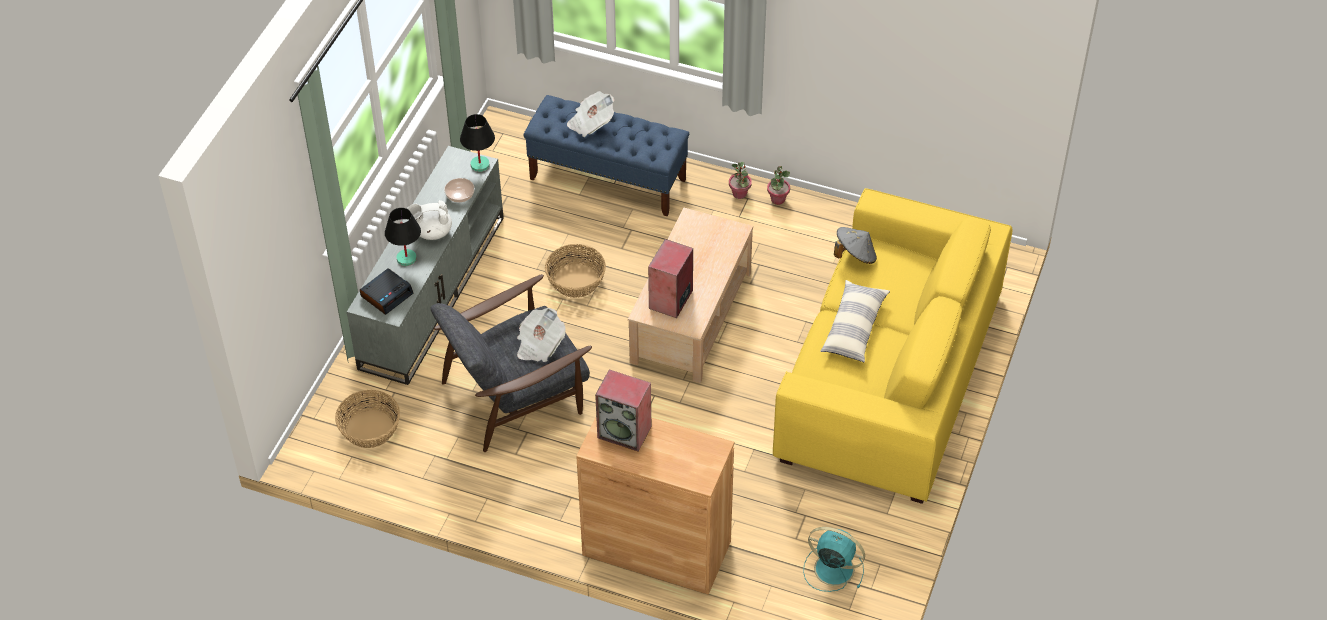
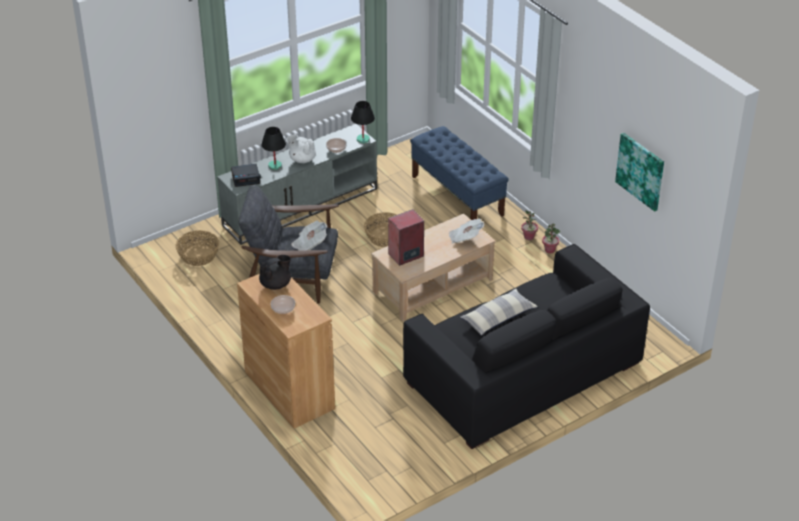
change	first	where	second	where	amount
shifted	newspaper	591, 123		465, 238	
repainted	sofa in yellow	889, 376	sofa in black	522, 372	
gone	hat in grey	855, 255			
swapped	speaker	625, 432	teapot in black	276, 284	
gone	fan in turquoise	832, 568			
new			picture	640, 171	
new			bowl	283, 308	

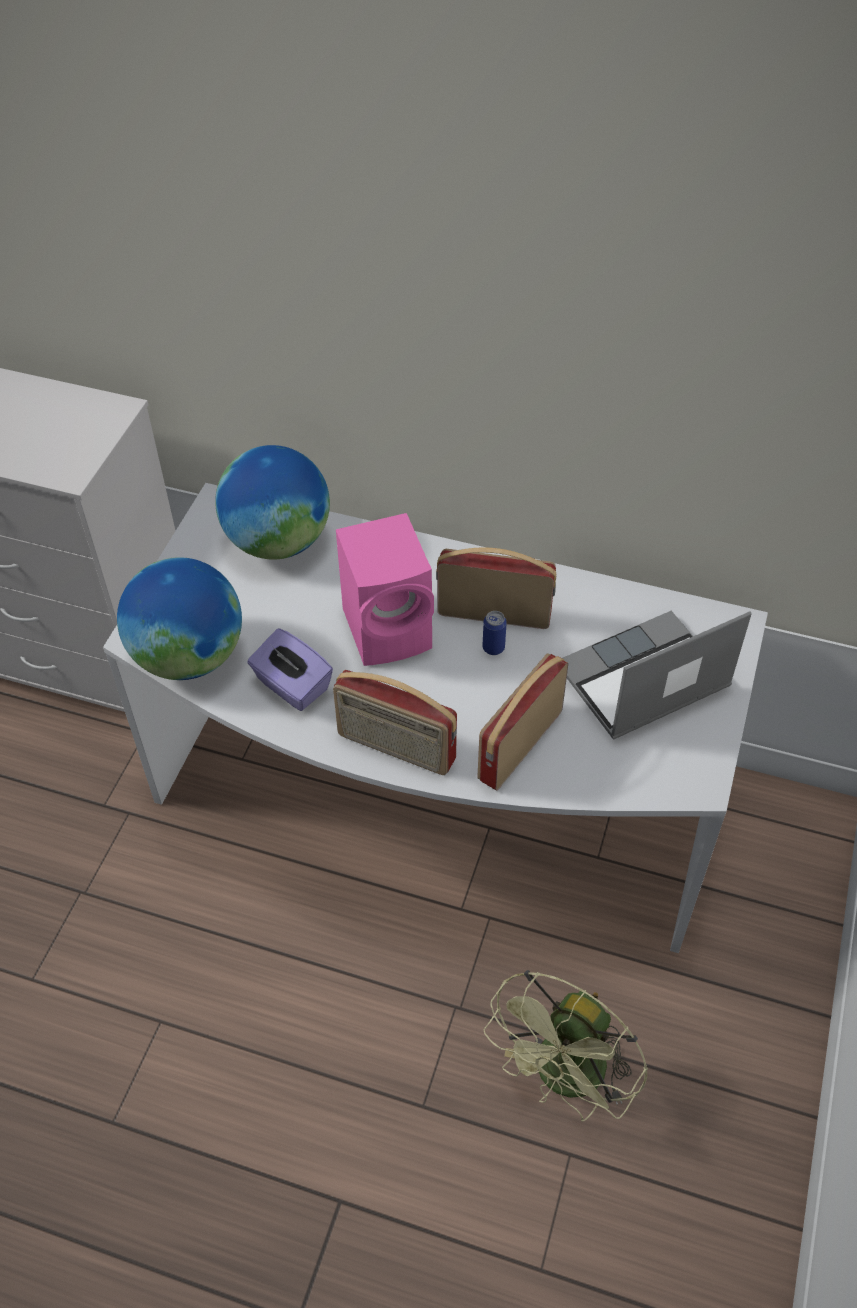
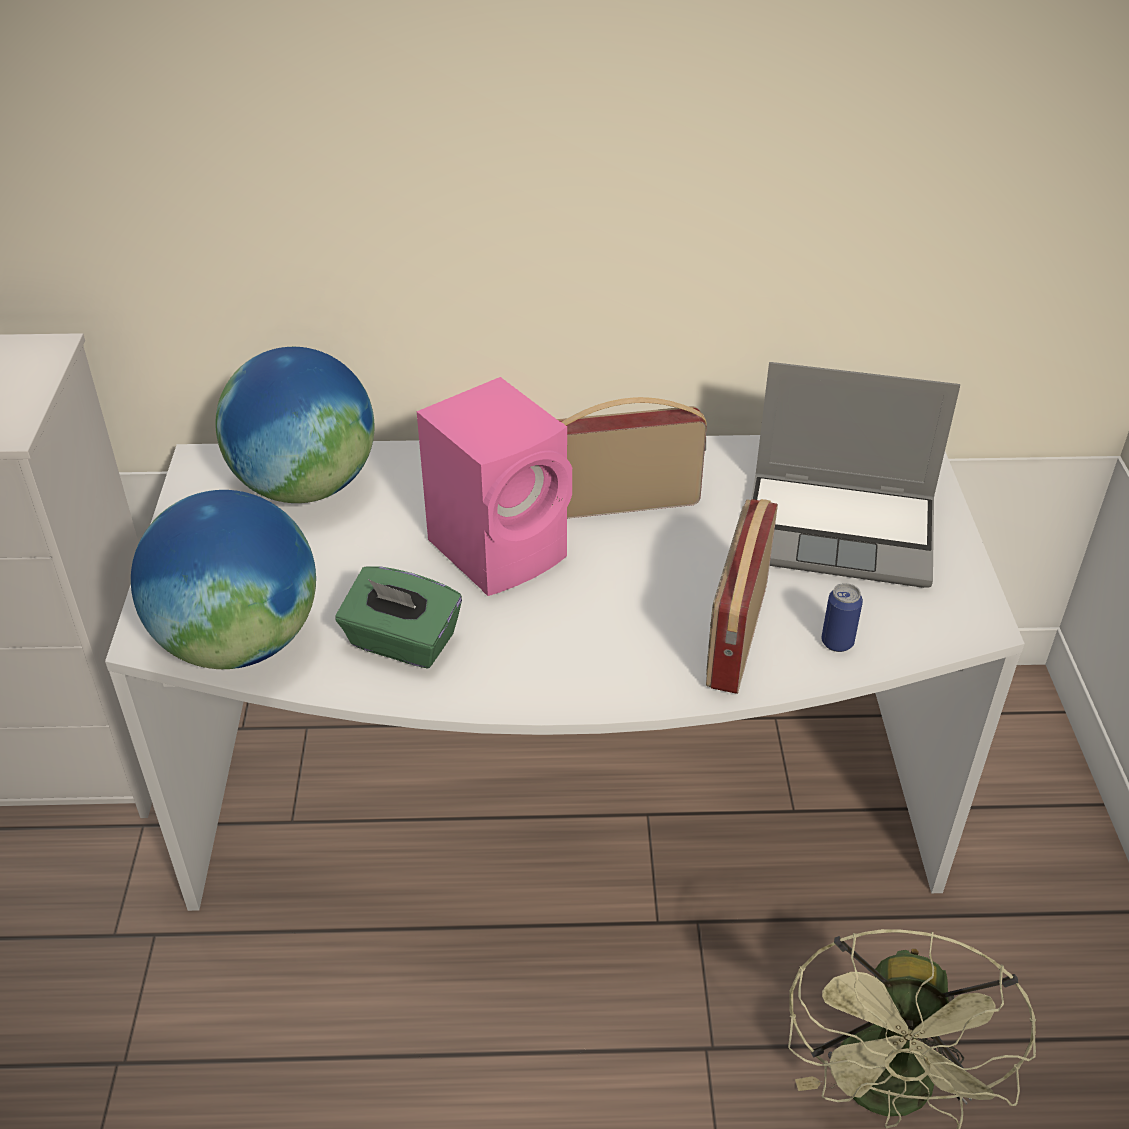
change	first	where	second	where	amount
shifted	can	493, 648		837, 642	
rotated	laptop	642, 680		841, 531	120 degrees counterclockwise
repainted	tissue box in purple	292, 686	tissue box in green	401, 642	
gone	radio	395, 748			

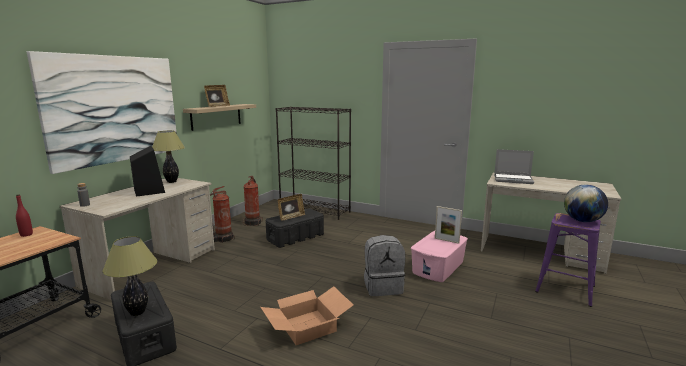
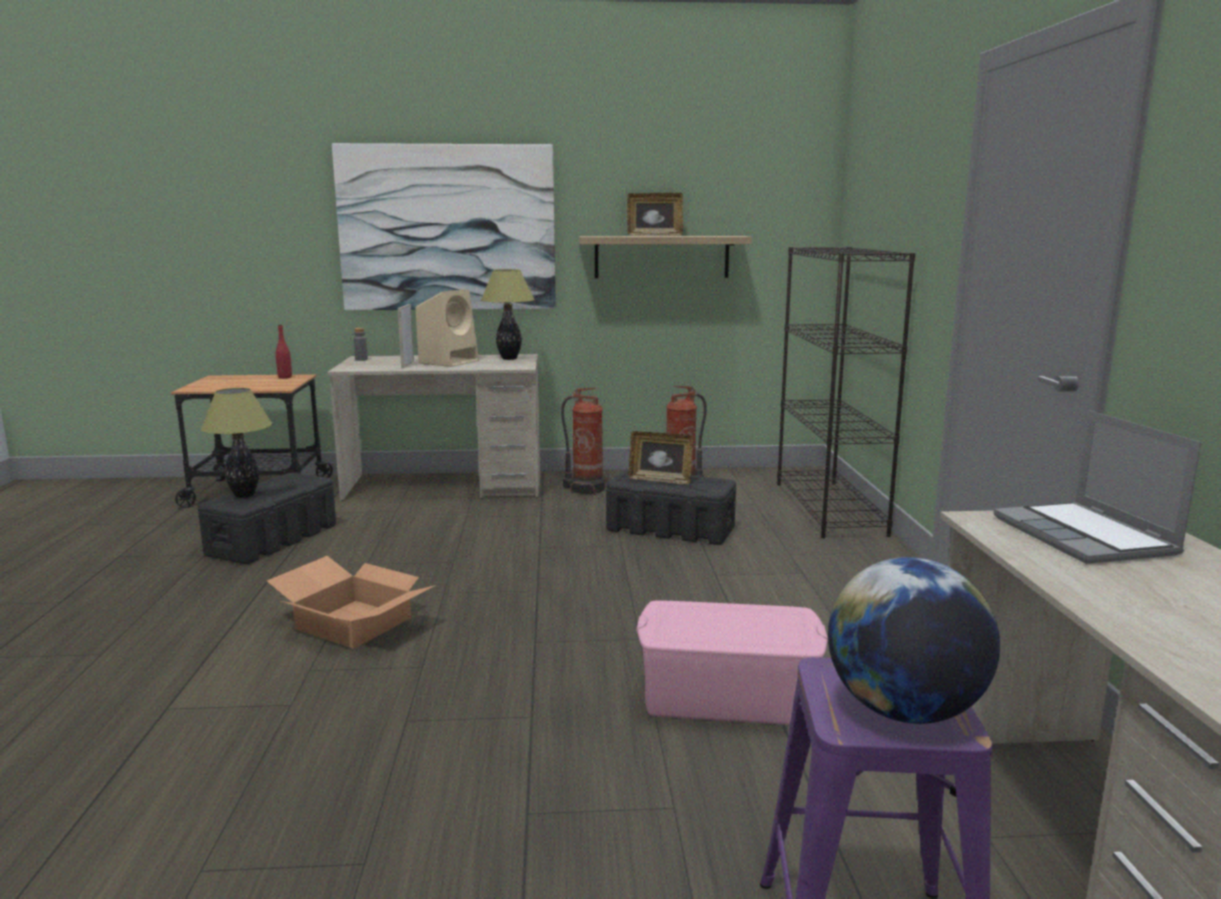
change	first	where	second	where	amount
repainted	speaker in black	149, 191	speaker in beige	449, 362	
shifted	picture frame	446, 240		407, 364	
gone	backpack in grey	383, 287			

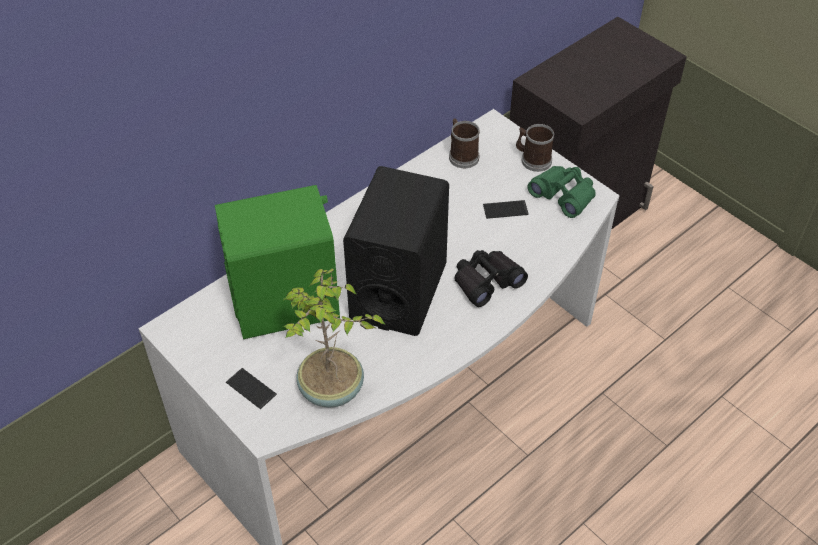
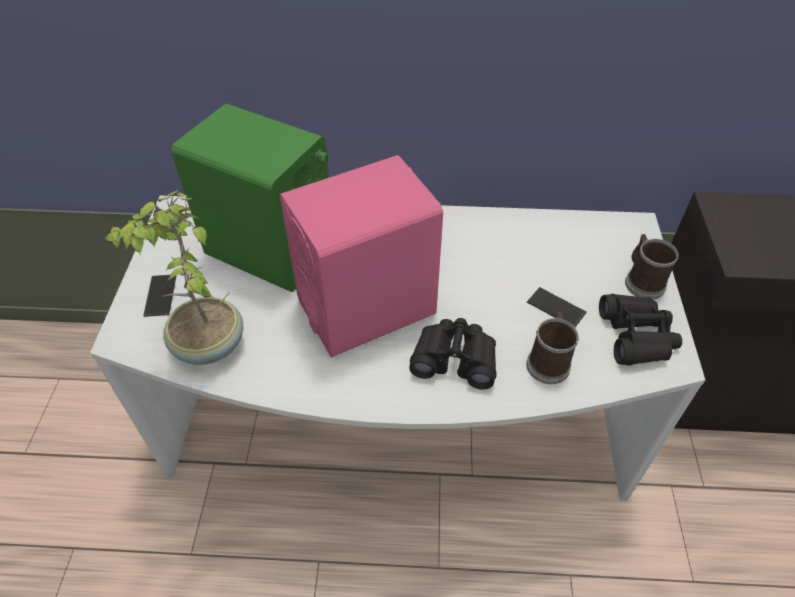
change	first	where	second	where	amount
shifted	mug	462, 155		548, 361	
repainted	speaker in black	398, 291	speaker in pink	367, 307	
repainted	binoculars in green	563, 195	binoculars in black	636, 336	

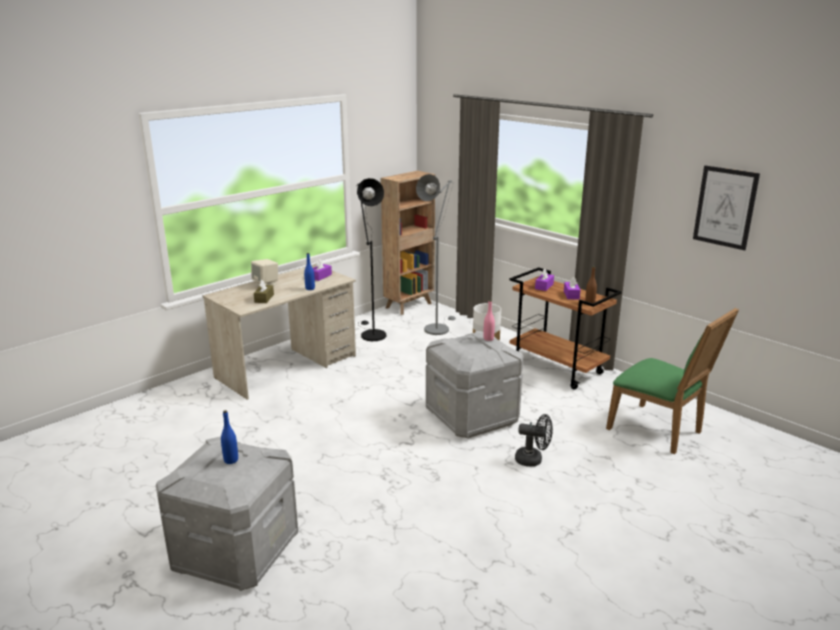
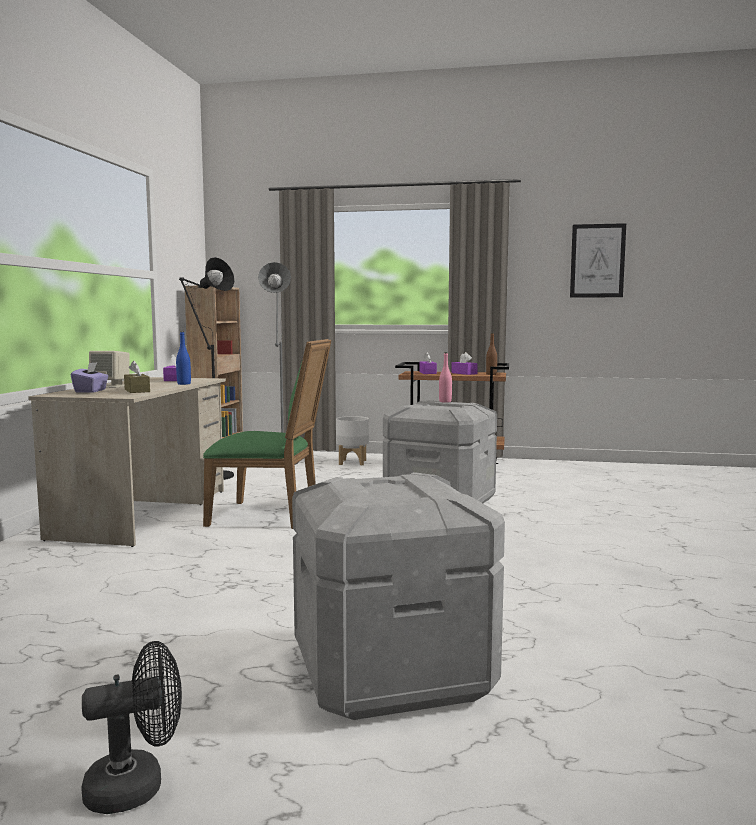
change	first	where	second	where	amount
shifted	chair in green	660, 431		270, 516	
gone	bottle in blue	231, 460			
shifted	fan in black	533, 460		137, 786	
new			tissue box in purple	91, 391	

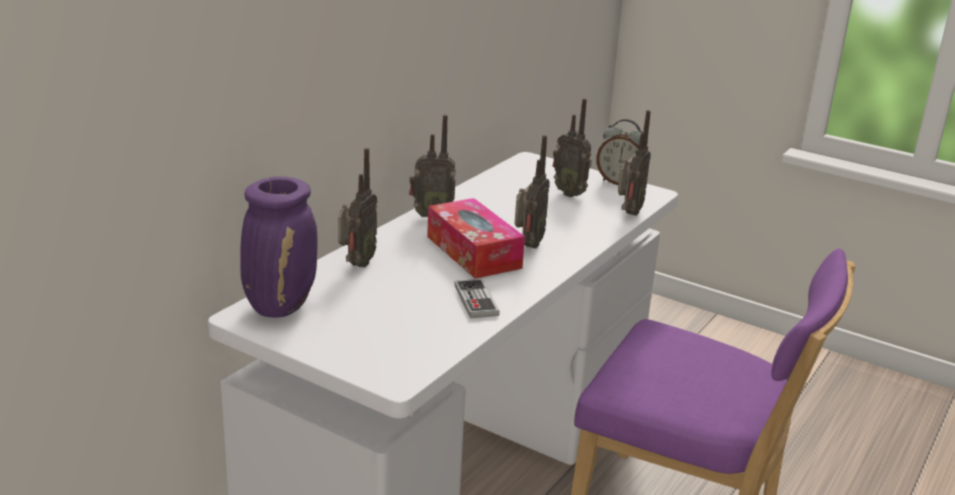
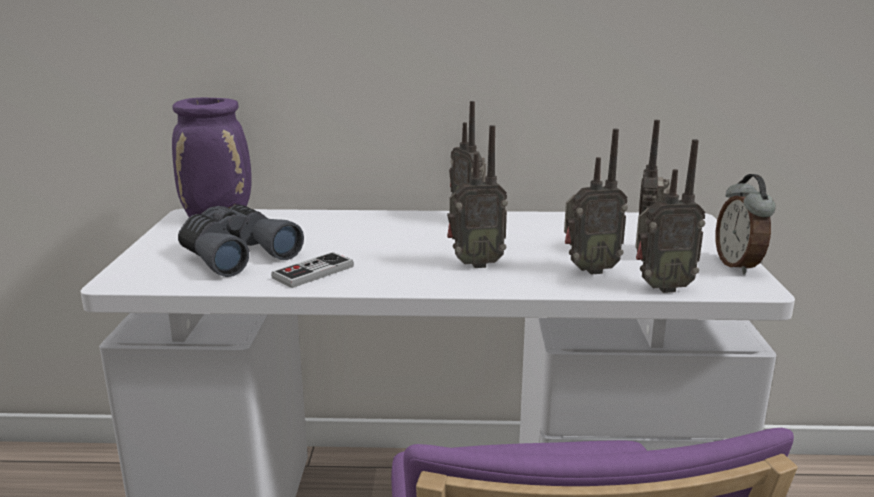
change	first	where	second	where	amount
shifted	radio	356, 264		588, 270	
gone	tissue box	473, 252			
new			binoculars in grey	236, 254	

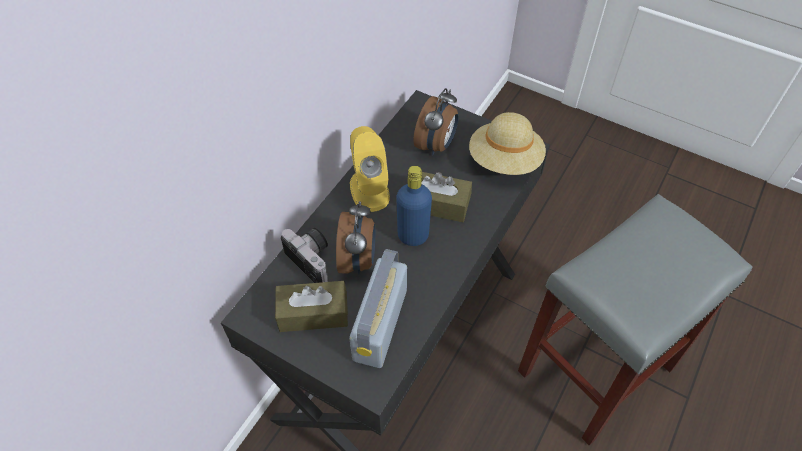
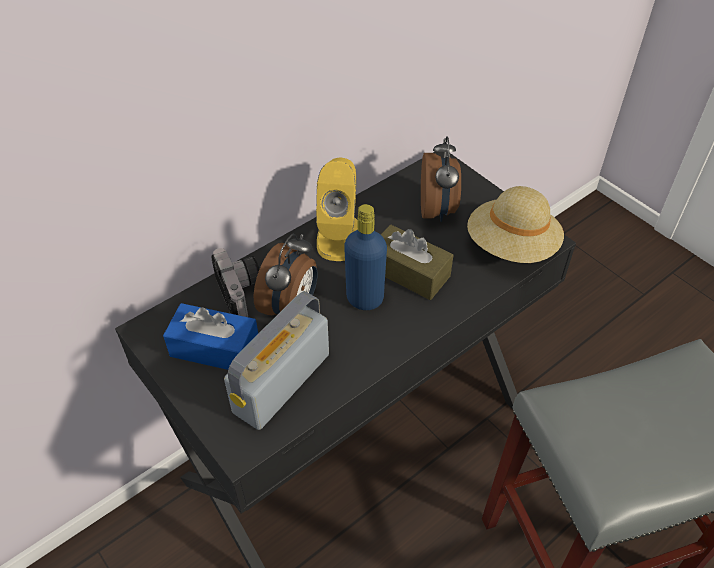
change	first	where	second	where	amount
rotated	alarm clock	436, 145		438, 210	45 degrees counterclockwise
repainted	tissue box in brown	313, 313	tissue box in blue	215, 348	

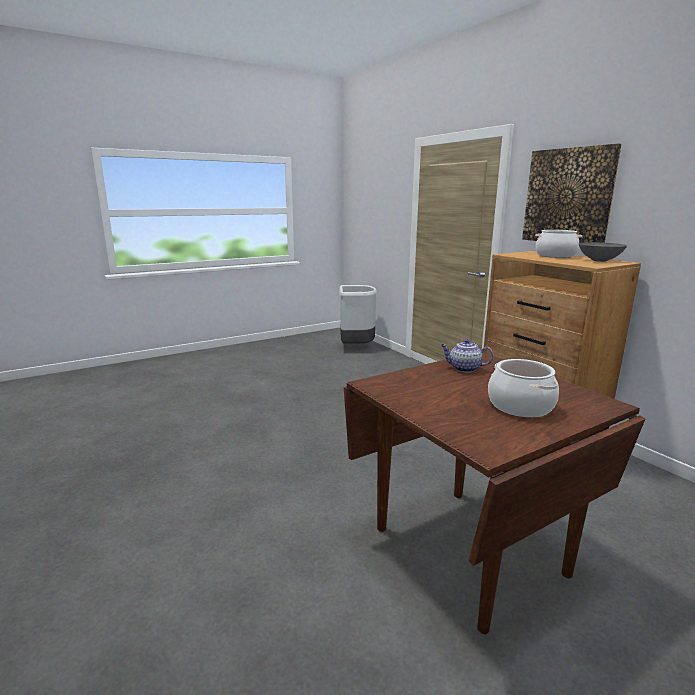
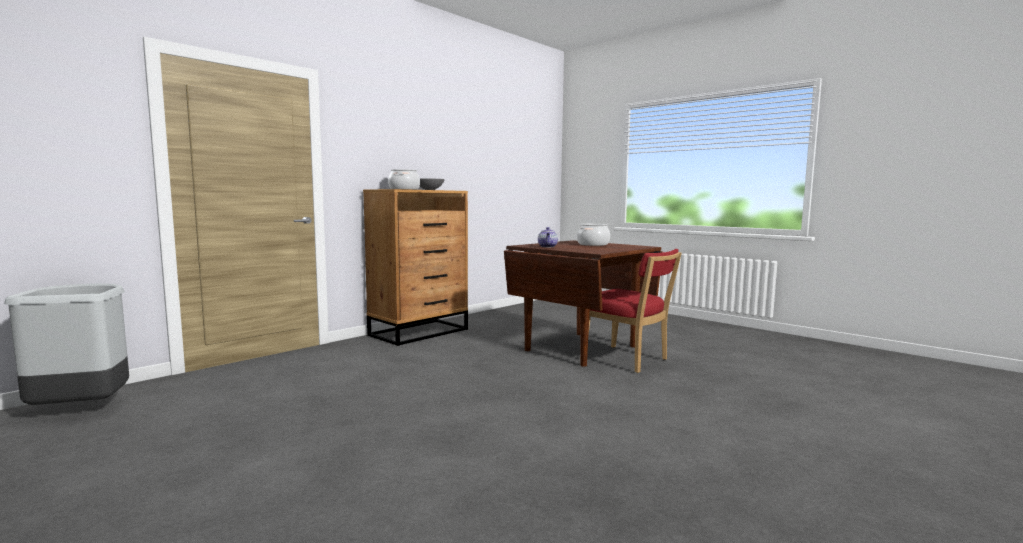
change	first	where	second	where	amount
gone	picture	568, 196			
new			chair in red	628, 360	

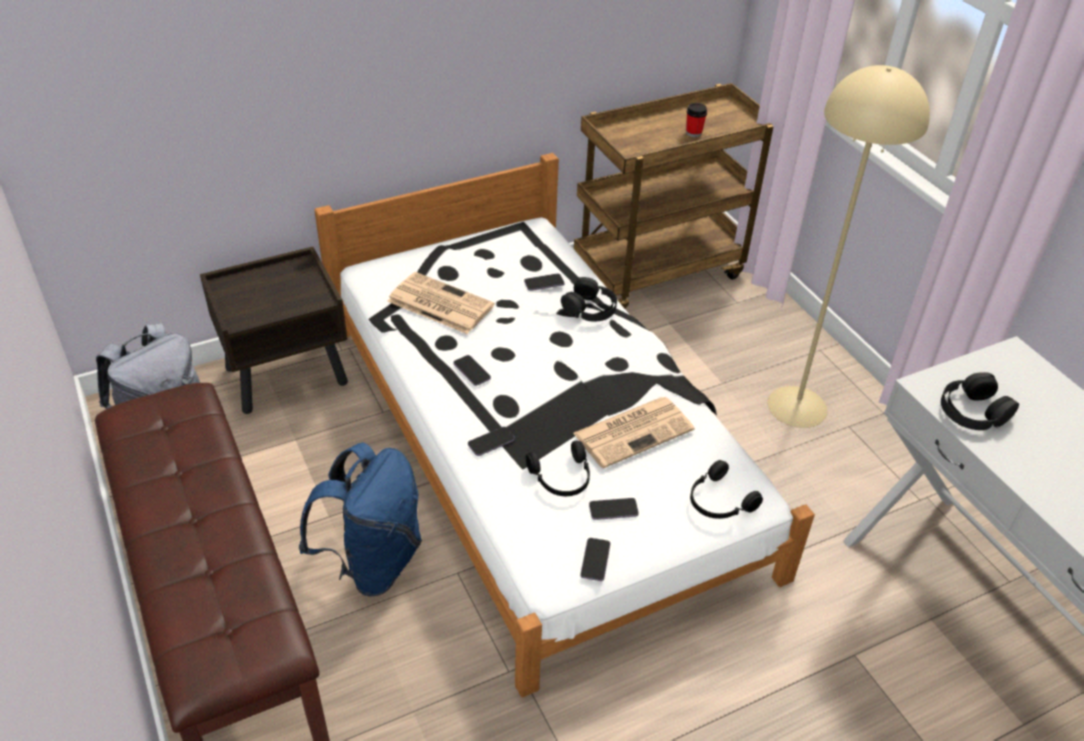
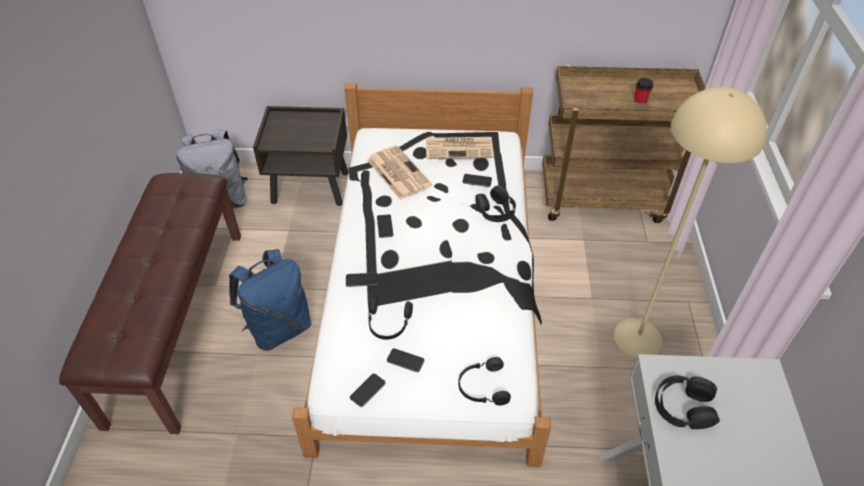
change	first	where	second	where	amount
shifted	newspaper	634, 431		460, 148	

